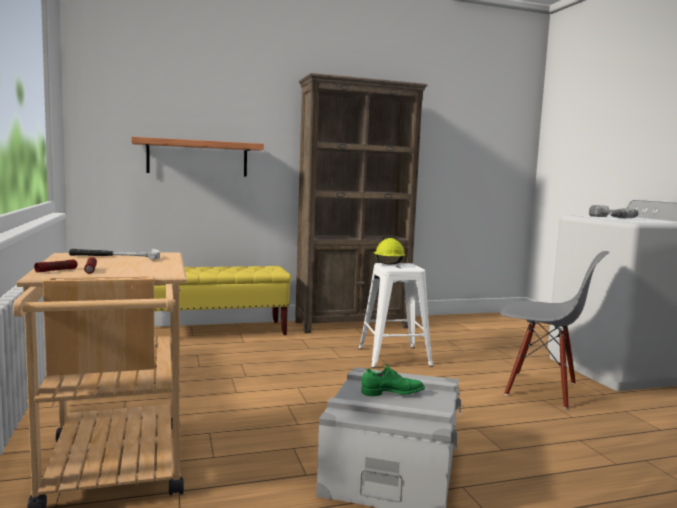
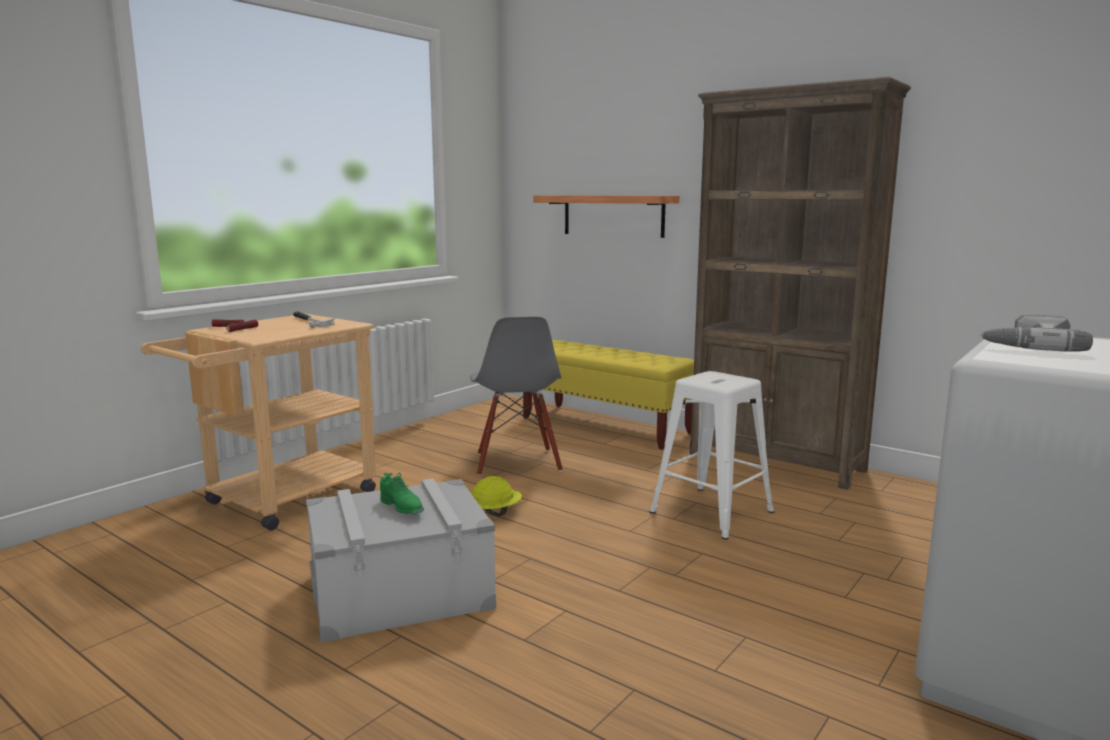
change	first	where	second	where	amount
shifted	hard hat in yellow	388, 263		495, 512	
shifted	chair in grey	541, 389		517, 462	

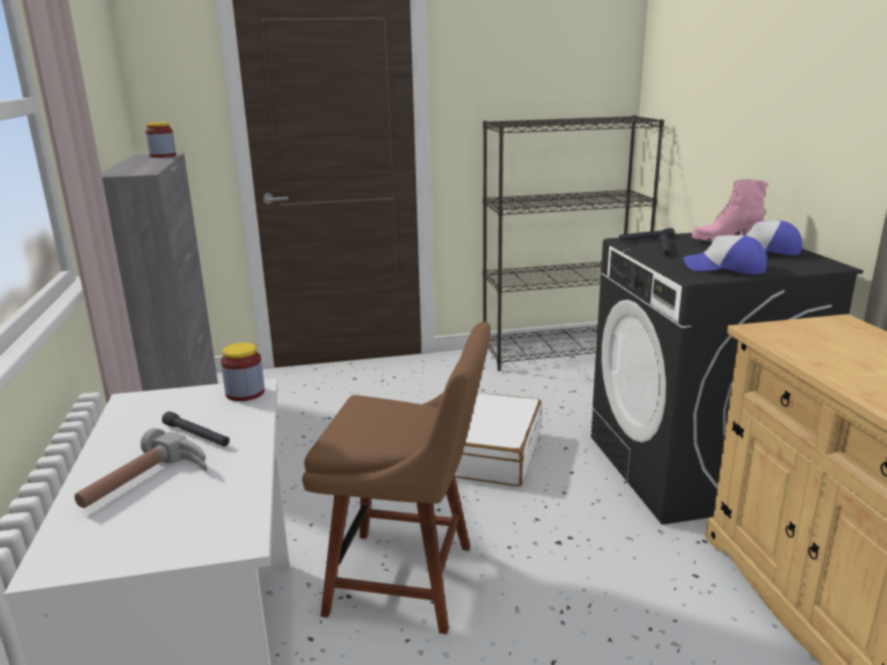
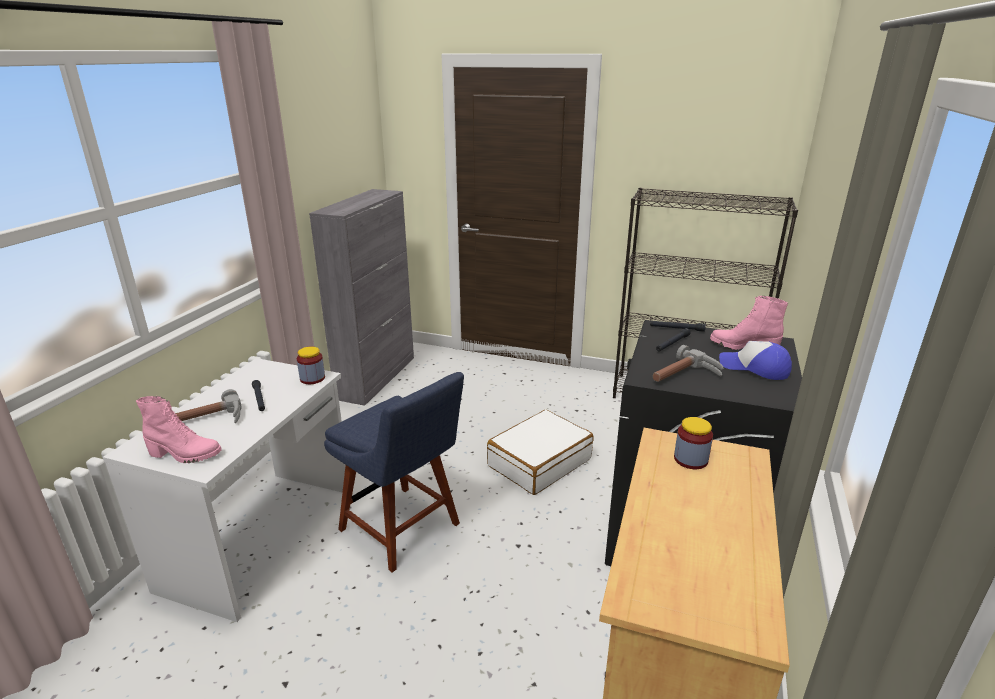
change	first	where	second	where	amount
shifted	jar	163, 156		690, 459	
swapped	cap	725, 268	hammer	685, 376	
repainted	chair in brown	409, 580	chair in blue	403, 529	
new			boot in pink	184, 455	

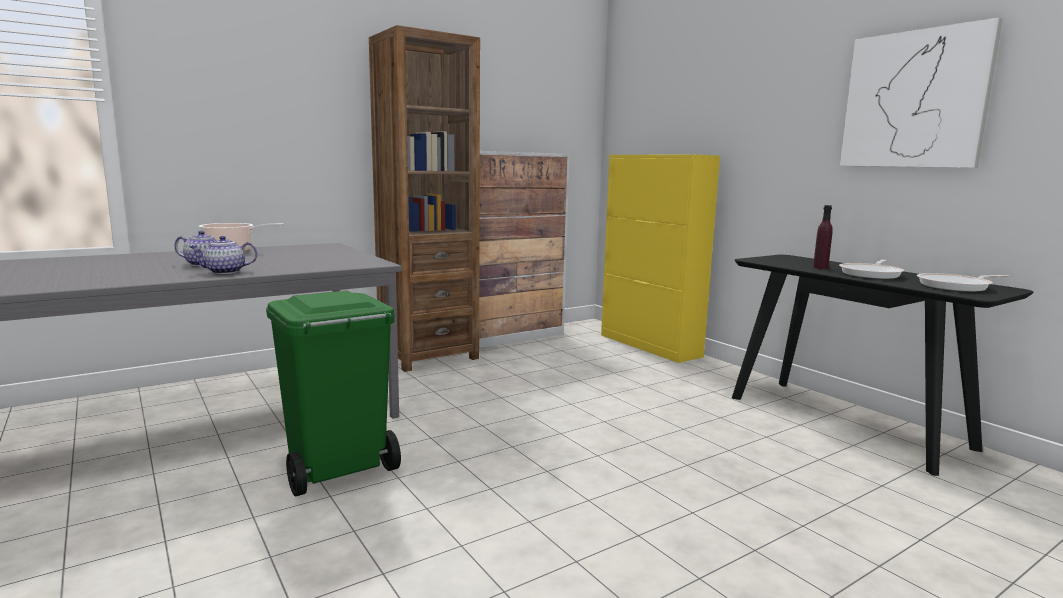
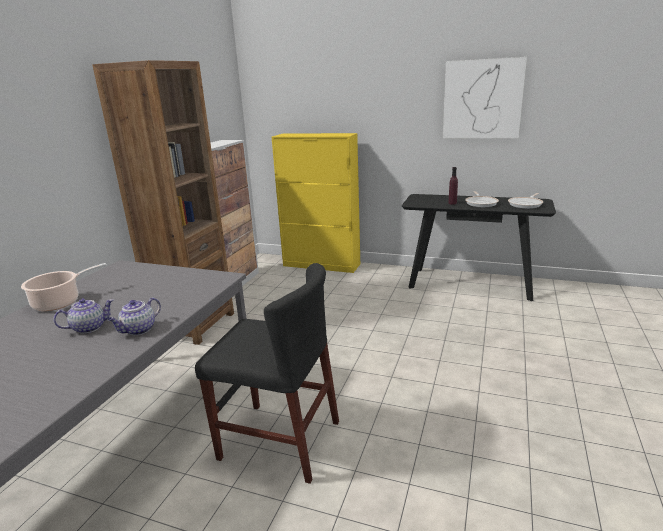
change	first	where	second	where	amount
swapped	trash can in green	336, 470	chair in black	279, 440	

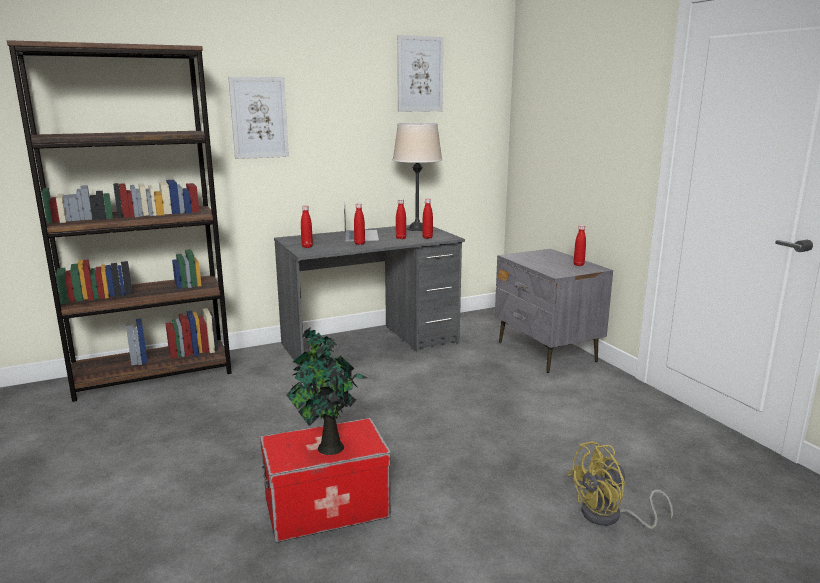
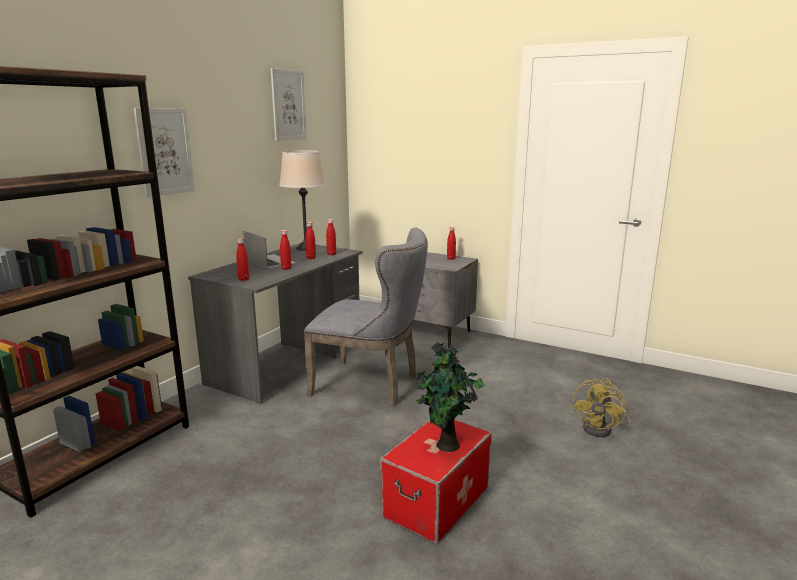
change	first	where	second	where	amount
new			chair in grey	372, 385	

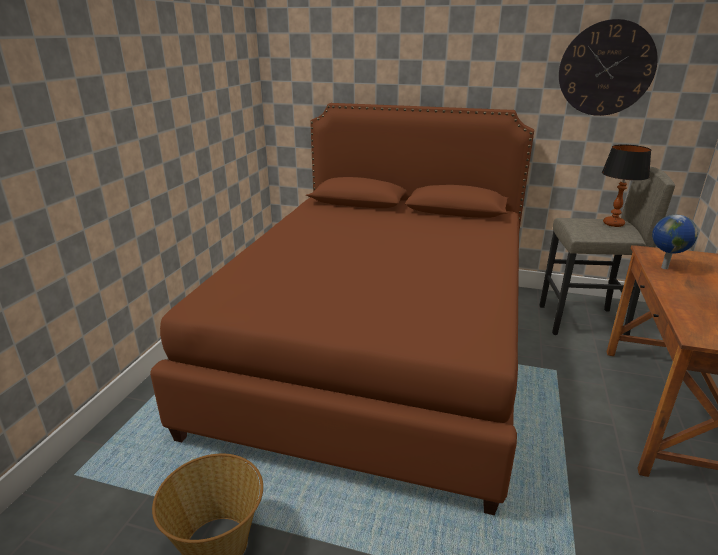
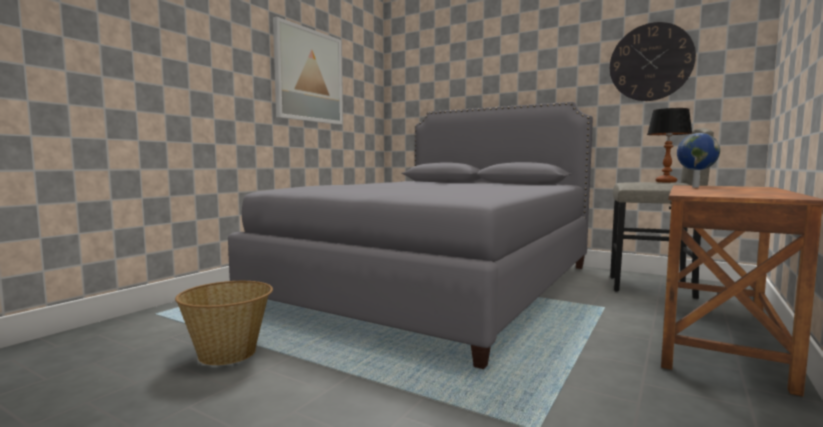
change	first	where	second	where	amount
repainted	bed in brown	377, 347	bed in grey	438, 284	
new			picture	309, 76	

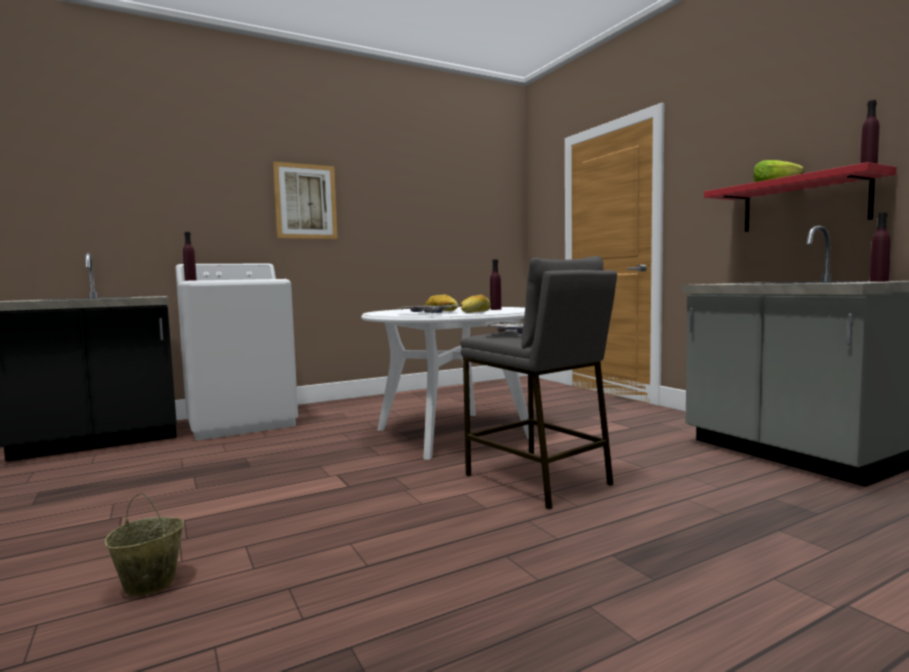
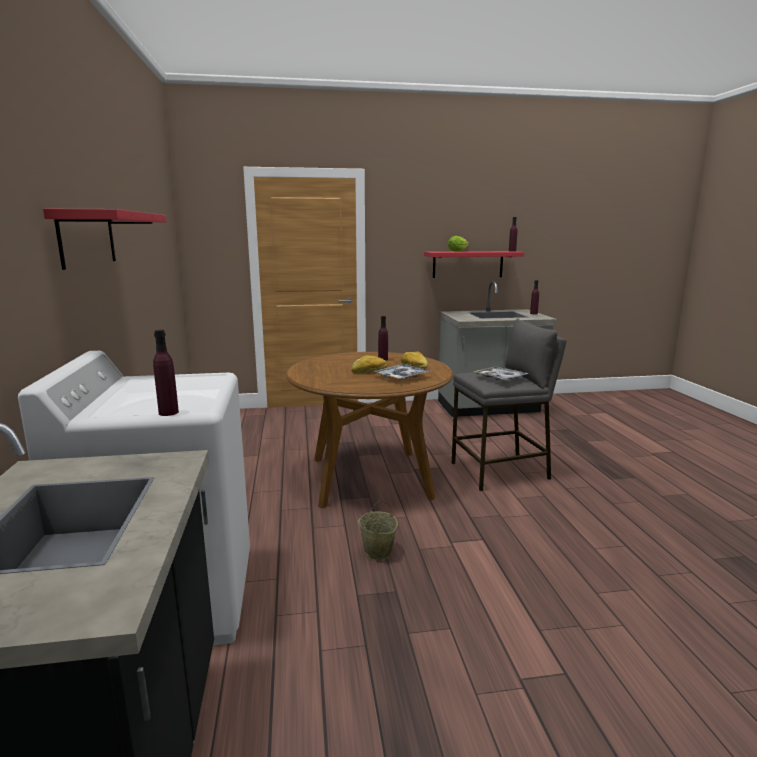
change	first	where	second	where	amount
swapped	picture	306, 201	shelf in red	87, 238	
repainted	dining table in white	452, 433	dining table in brown	370, 477	
shifted	bucket in beige	148, 584		378, 552	

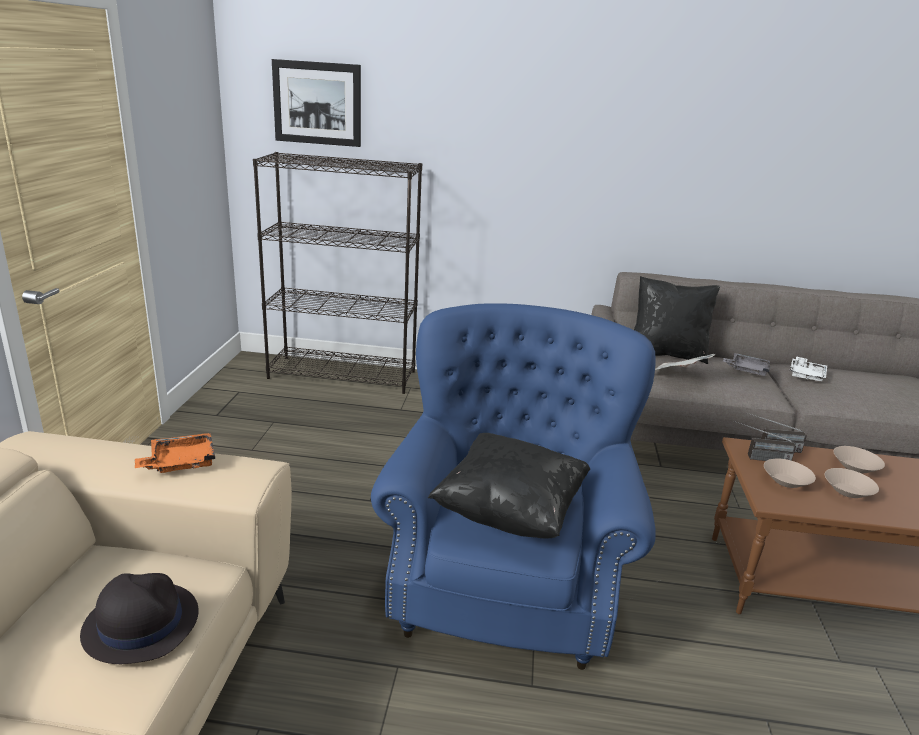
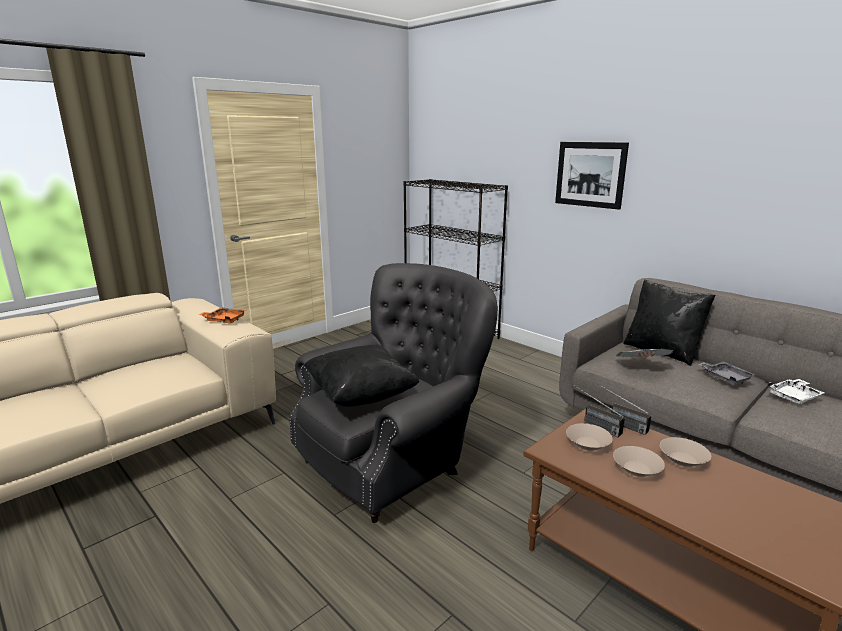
change	first	where	second	where	amount
shifted	picture	317, 103		590, 174	
repainted	armchair in blue	505, 582	armchair in grey	393, 461	
gone	hat in black	140, 623			

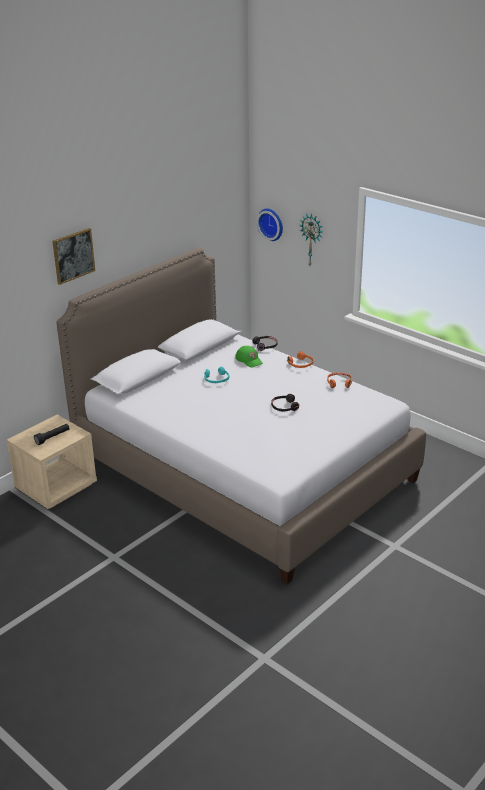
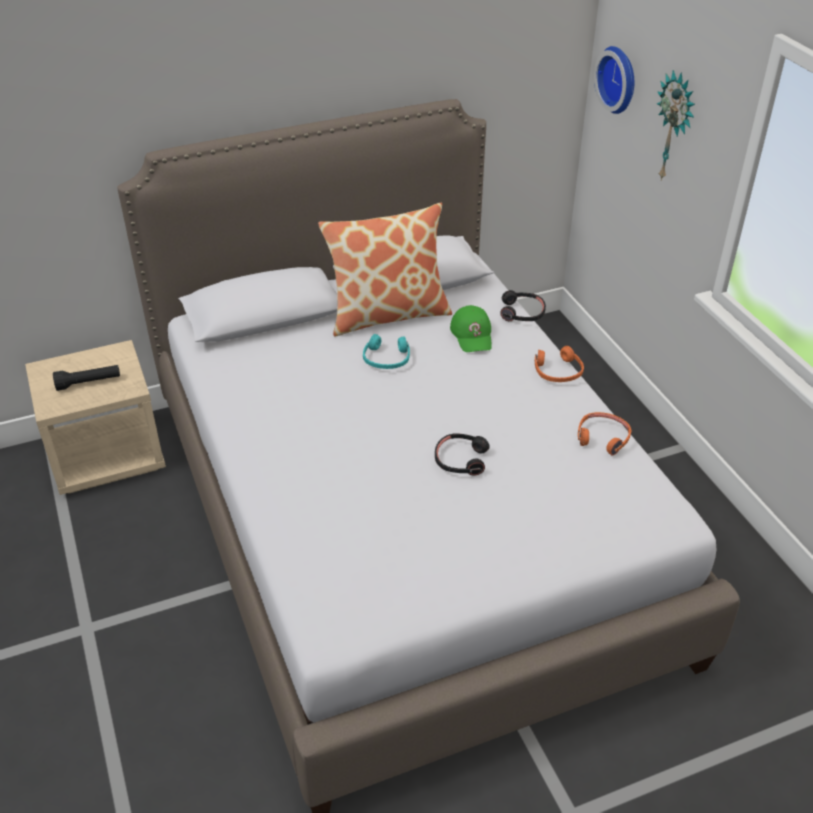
change	first	where	second	where	amount
gone	picture	73, 255			
new			pillow	388, 314	

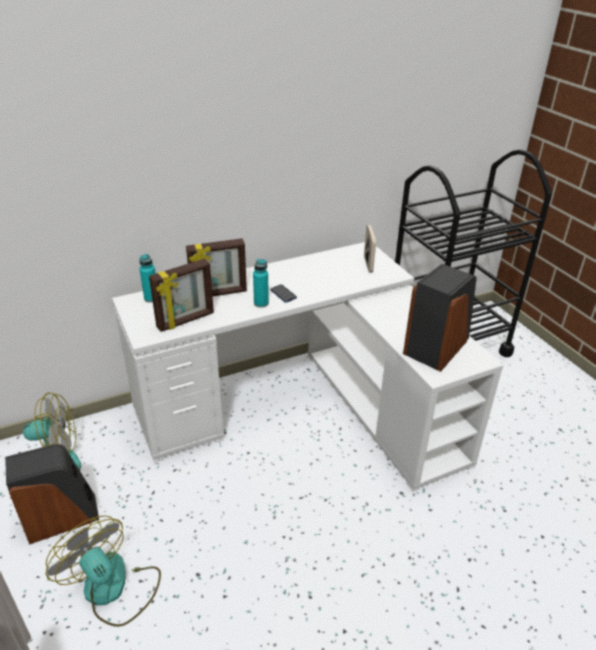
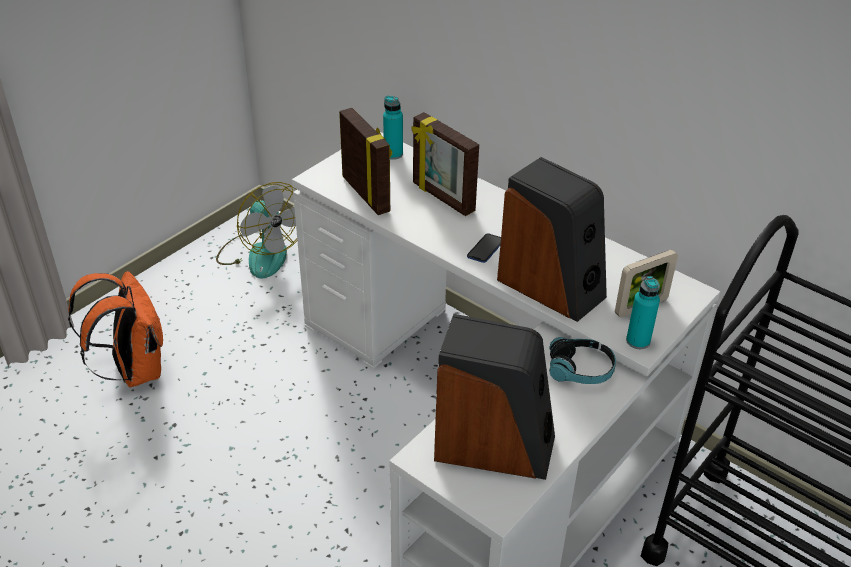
change	first	where	second	where	amount
rotated	picture frame	186, 321		367, 194	150 degrees counterclockwise
shifted	bottle in turquoise	261, 303		638, 341	
shifted	speaker	62, 517		551, 286	
swapped	fan	113, 589	backpack in orange	134, 369	
new			headphones	580, 370	

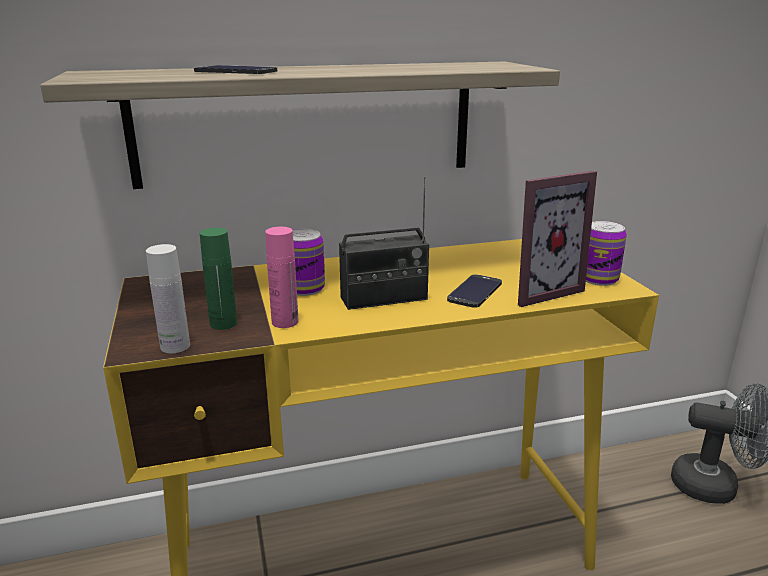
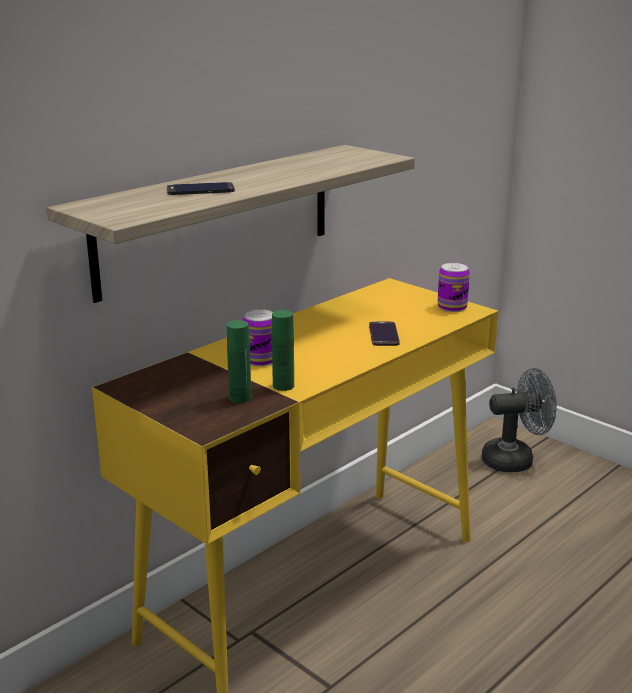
change	first	where	second	where	amount
gone	picture frame	537, 290			
gone	radio	384, 298			
repainted	bottle in pink	285, 322	bottle in green	283, 386	
gone	bottle in white	175, 346			

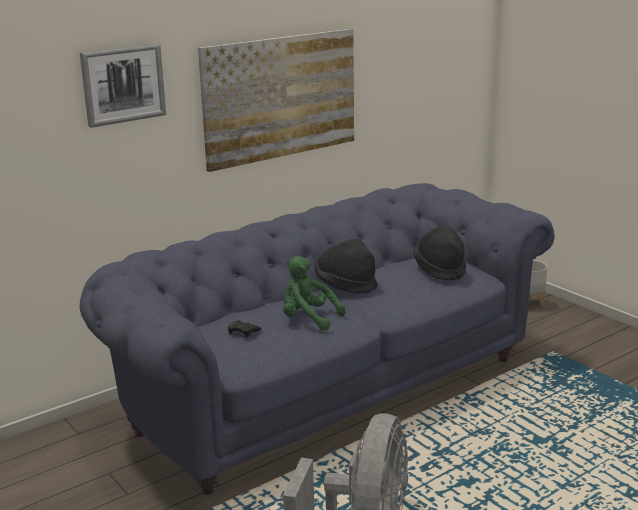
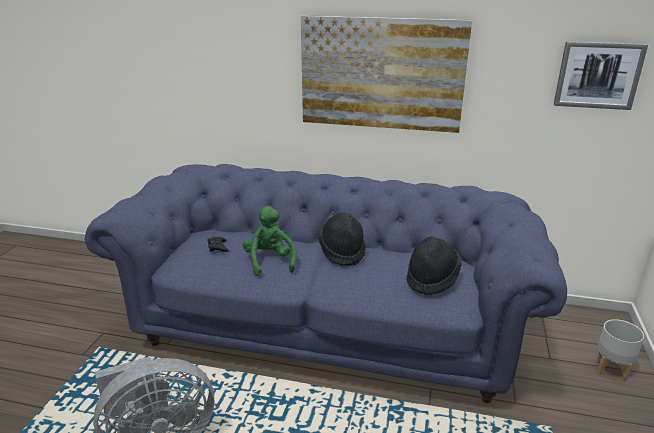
change	first	where	second	where	amount
shifted	picture	123, 84		598, 75	

